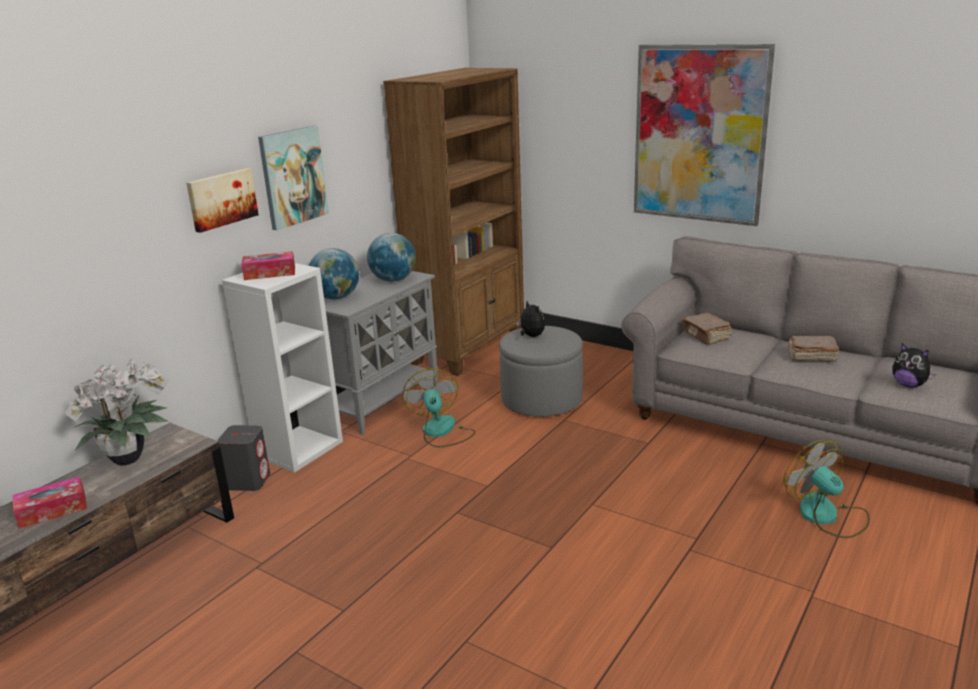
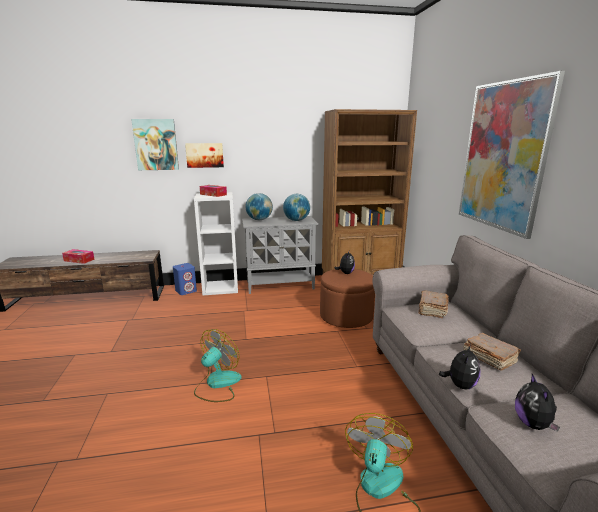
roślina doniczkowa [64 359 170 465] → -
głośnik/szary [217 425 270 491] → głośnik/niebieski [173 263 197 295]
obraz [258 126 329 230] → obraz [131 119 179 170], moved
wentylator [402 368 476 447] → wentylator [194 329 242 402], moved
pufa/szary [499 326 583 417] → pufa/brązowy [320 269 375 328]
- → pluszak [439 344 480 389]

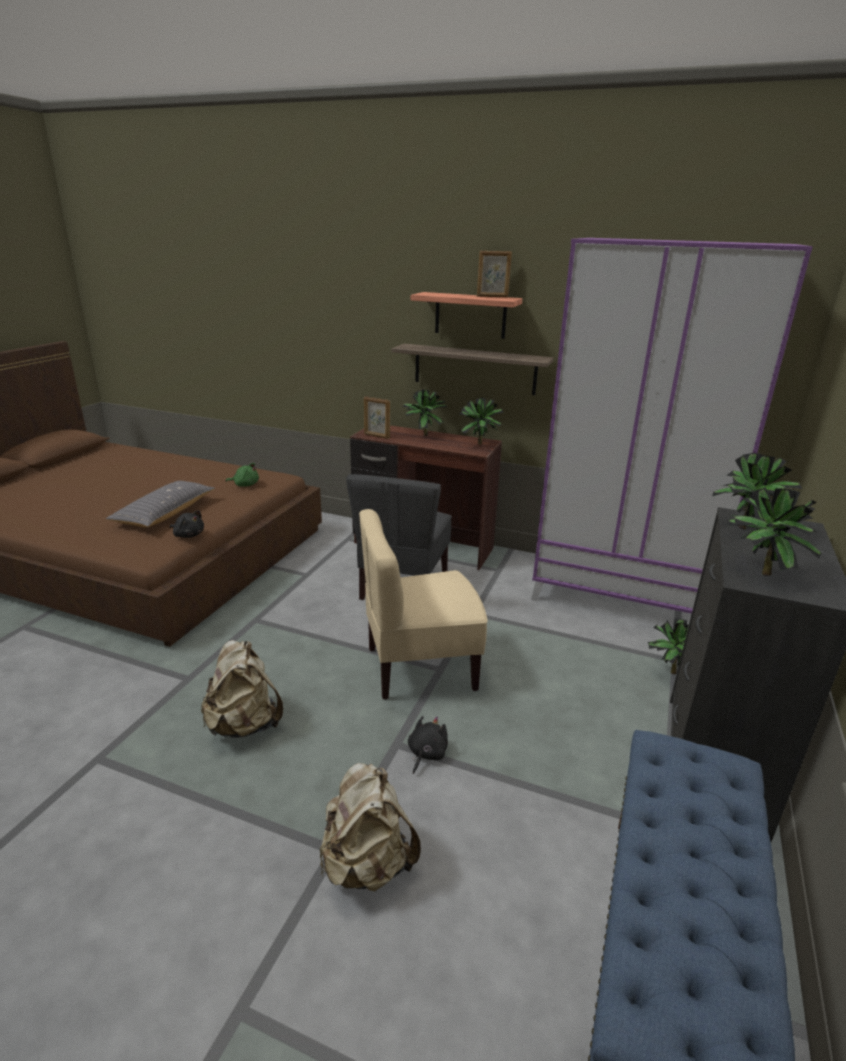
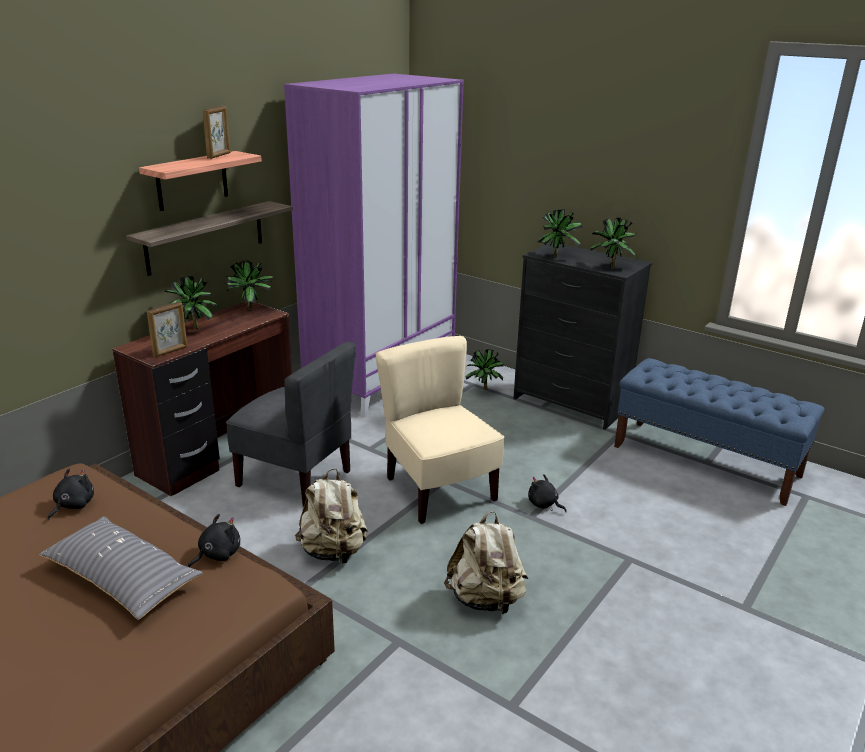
pluszak/zielony [226 463 259 486] → pluszak/czarny [47 469 94 520]
plecak/beżowy [320 763 421 891] → plecak/beżowy [295 468 368 565], moved
krzesło/beżowy [359 509 488 700] → krzesło/beżowy [376 336 504 524], 150 degrees clockwise

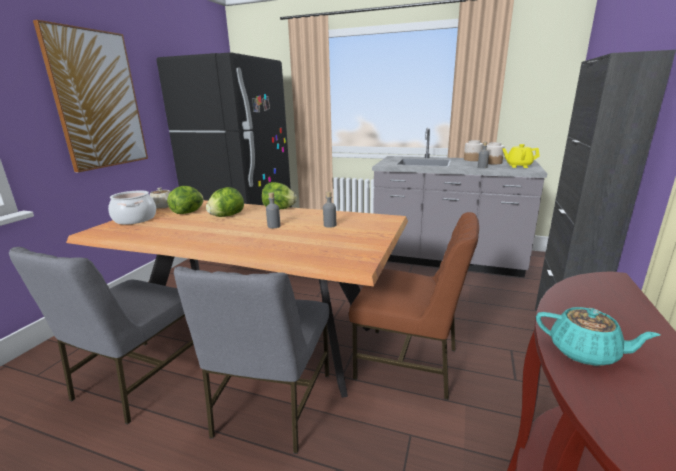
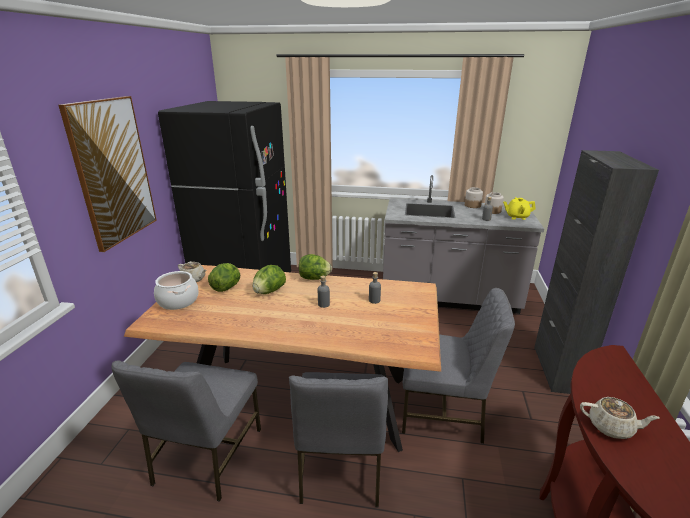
krzesło/brązowy [349 212 479 400] → krzesło/szary [402 288 515 444]
imbryk/turkusowy [536 307 660 366] → imbryk/beżowy [580 397 660 439]

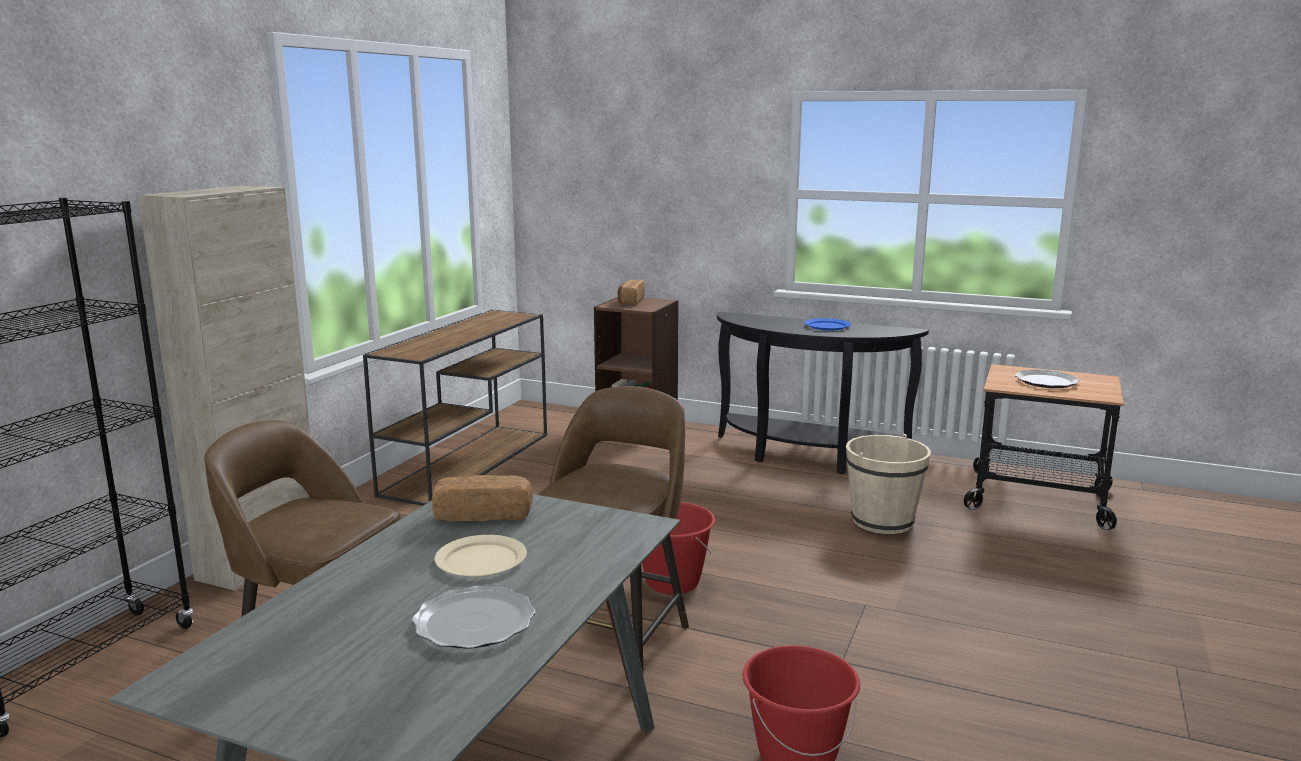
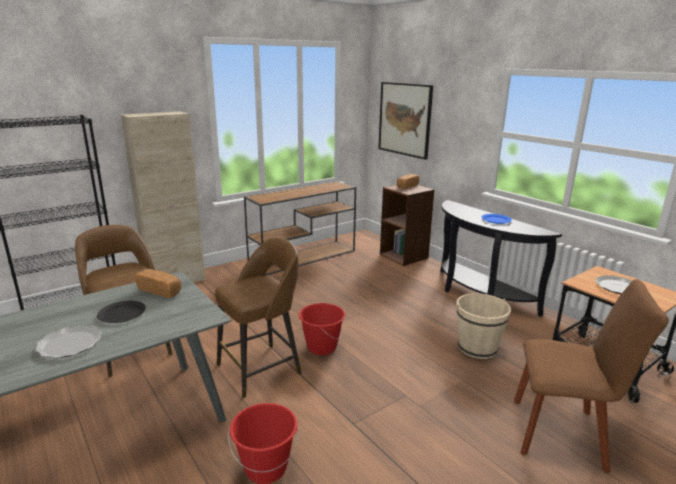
talerz/beżowy [435 535 527 577] → talerz/czarny [97 301 146 323]
- → obraz [378 82 433 160]
- → krzesło/brązowy [514 279 669 474]

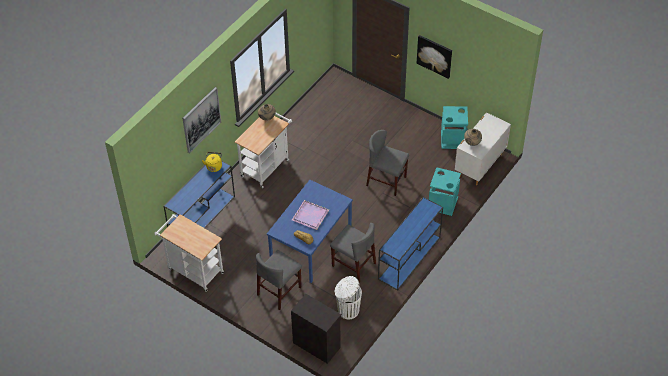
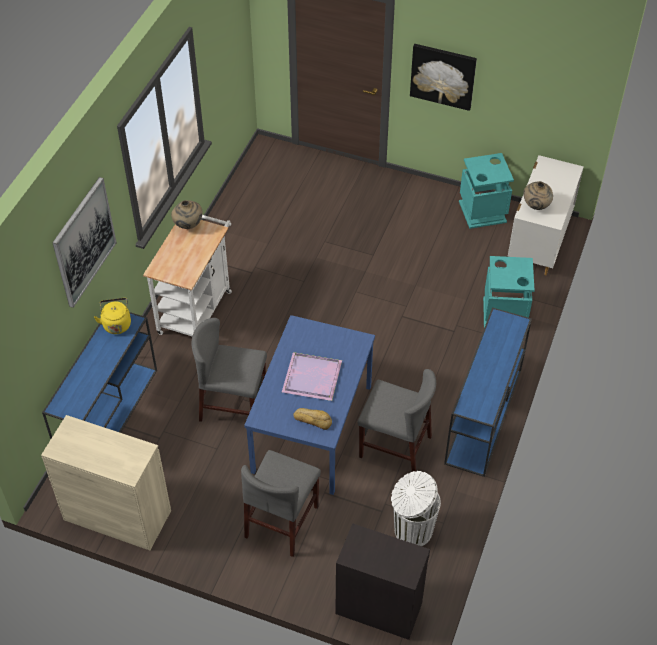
wózek/biały [155 214 224 292] → szafka/beżowy [41 415 171 551]
krzesło/szary [366 130 409 196] → krzesło/szary [192 318 267 422], moved

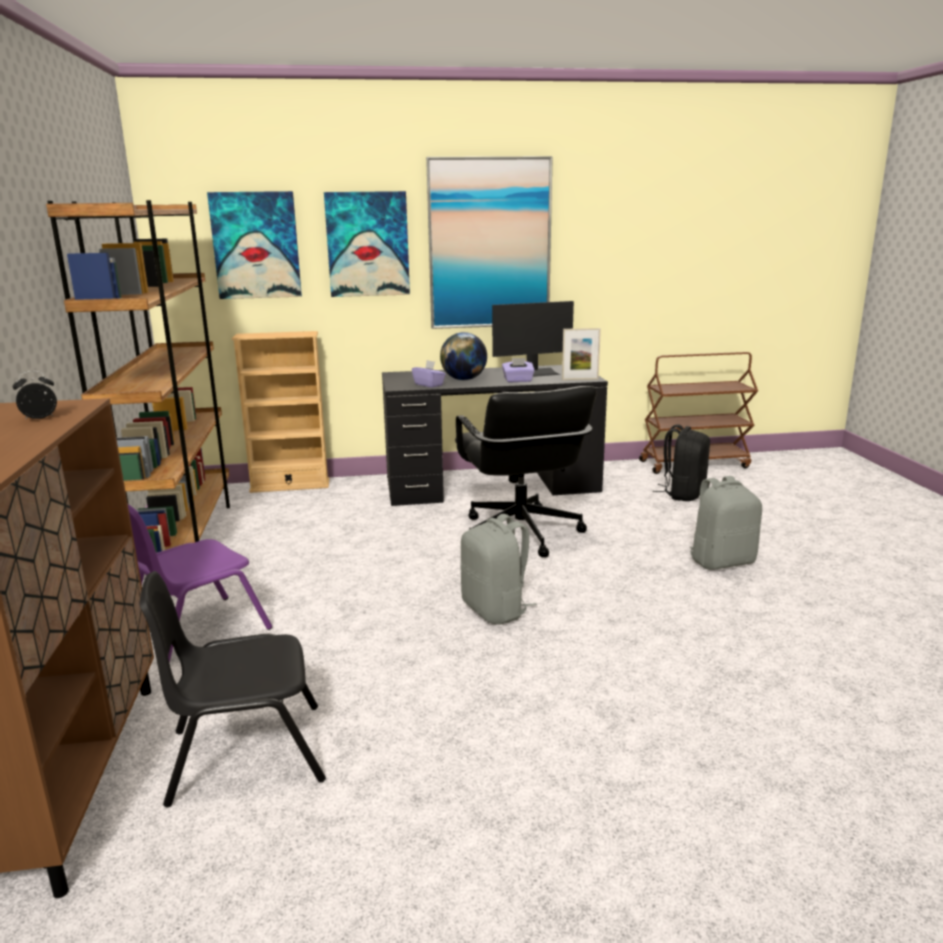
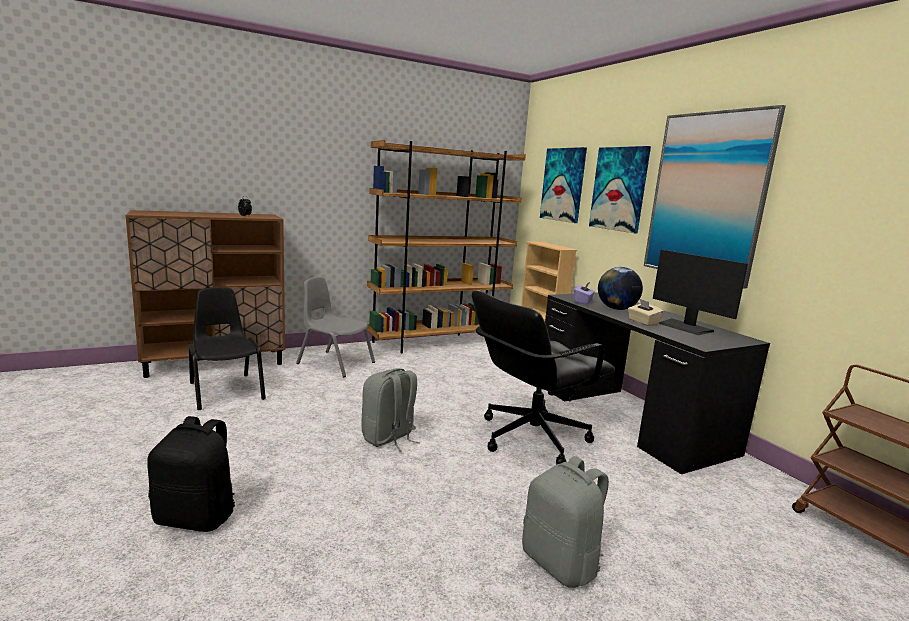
krzesło/fioletowy [128 504 272 663] → krzesło/szary [296 277 375 377]
pudełko chusteczek/fioletowy [502 358 535 382] → pudełko chusteczek/beżowy [628 299 663 326]
ramka na zdjęcie [562 328 601 380] → -
plecak/czarny [653 424 710 501] → plecak/czarny [147 416 235 532], moved

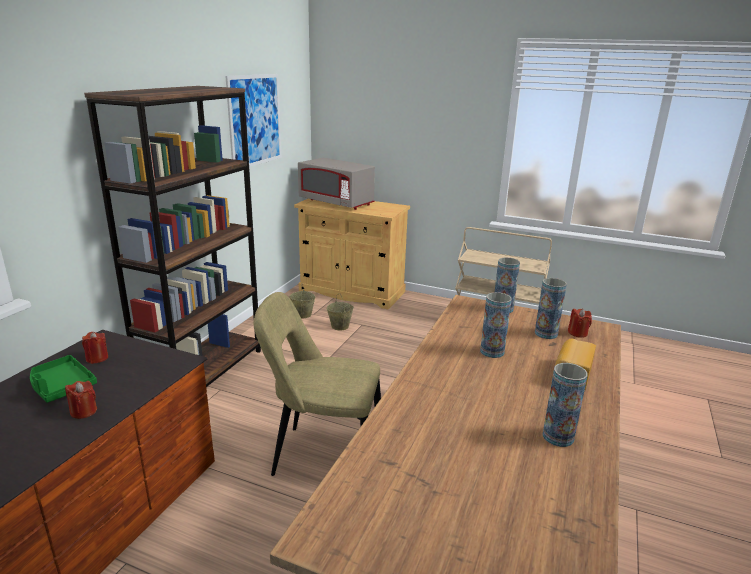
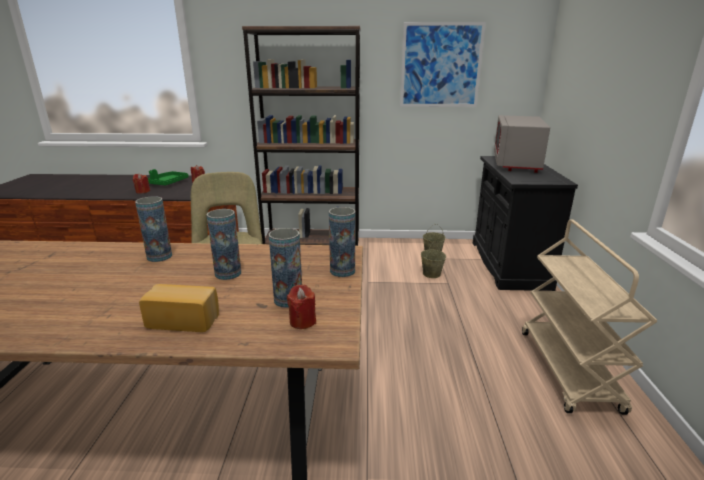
szafka/beżowy [294 199 410 310] → szafka/czarny [473 156 578 291]
wazon [542 363 588 447] → wazon [135 196 172 262], moved

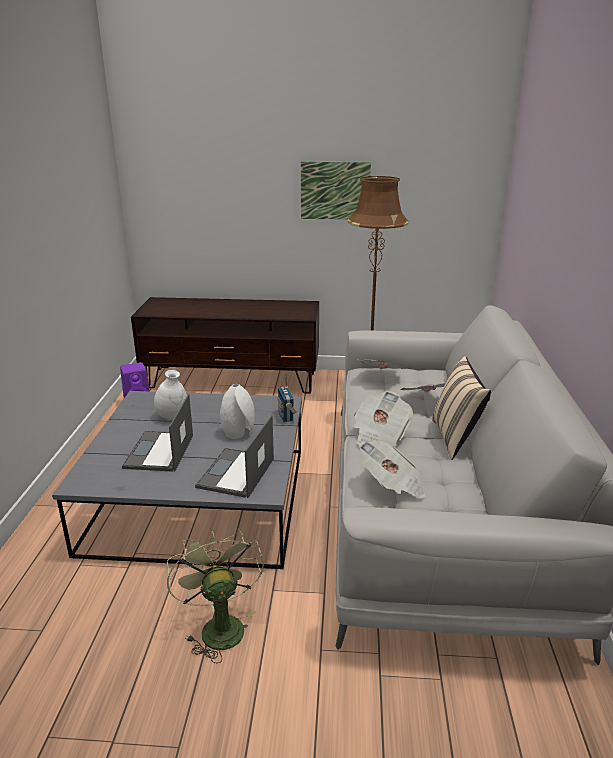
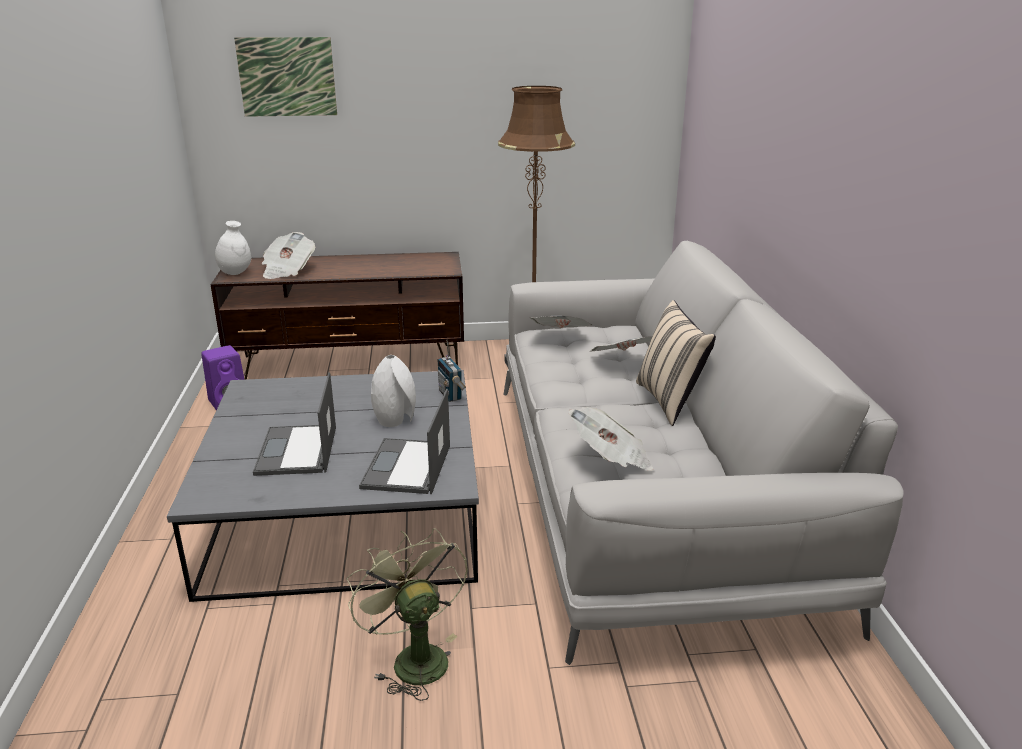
wazon/biały [154 370 187 420] → wazon/biały [215 221 251 275], moved
obraz [301 162 371 220] → obraz [234 37 337 117], moved
gazeta [354 391 413 447] → gazeta [262 232 315 279], moved

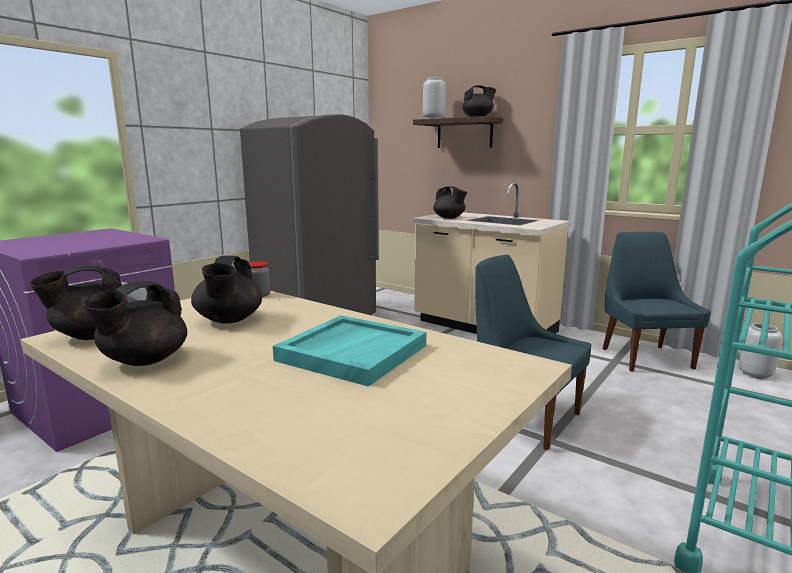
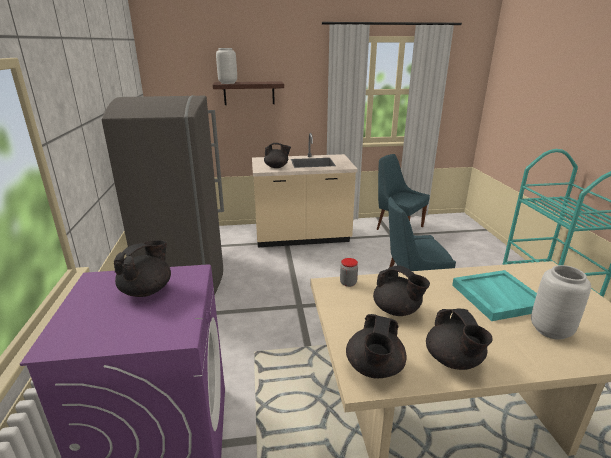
imbryk/czarny [462 85 496 117] → imbryk/czarny [114 240 171 297], moved
wazon/szary [739 323 782 379] → wazon/szary [531 265 591 340], moved

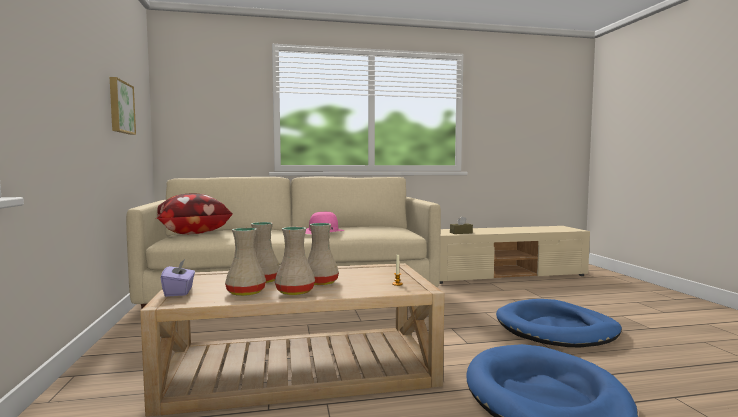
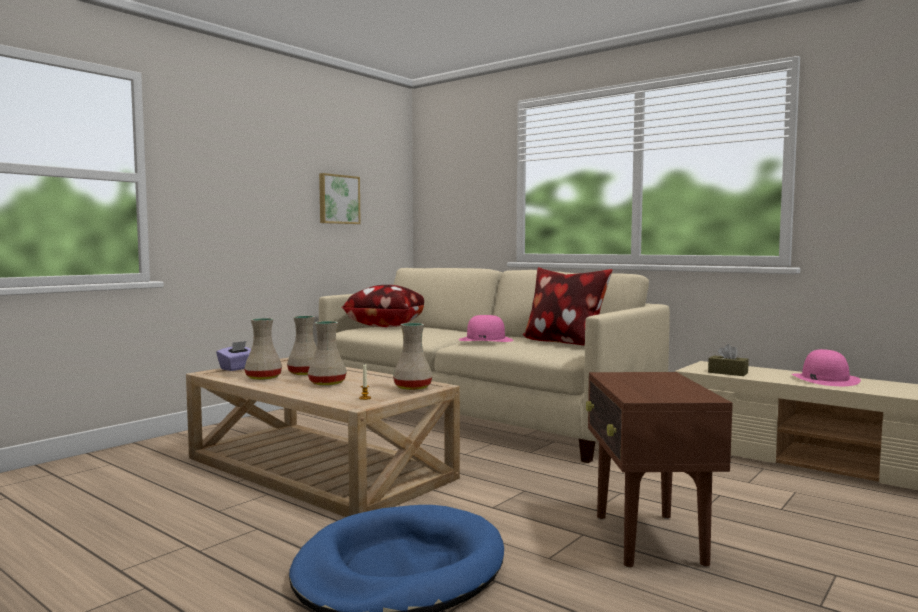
wazon/beżowy [275 227 315 295] → wazon/beżowy [393 323 433 390], moved
legowisko/niebieski [496 299 622 347] → stolik/brązowy [586 372 733 568]
- → poduszka [522 267 612 346]
- → kapelusz/różowy [792 349 861 386]

